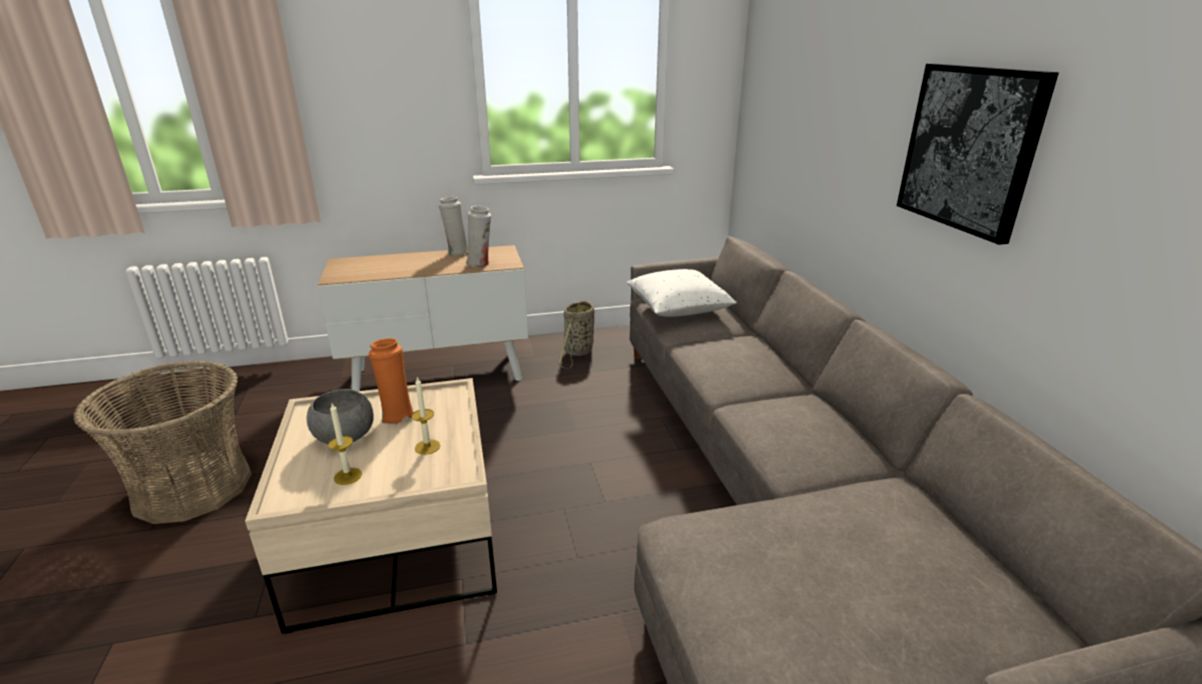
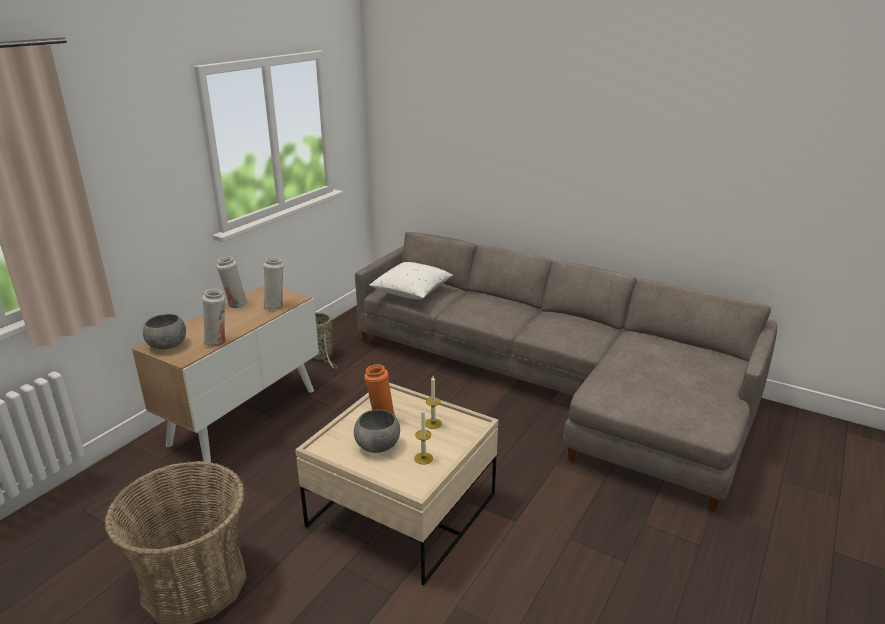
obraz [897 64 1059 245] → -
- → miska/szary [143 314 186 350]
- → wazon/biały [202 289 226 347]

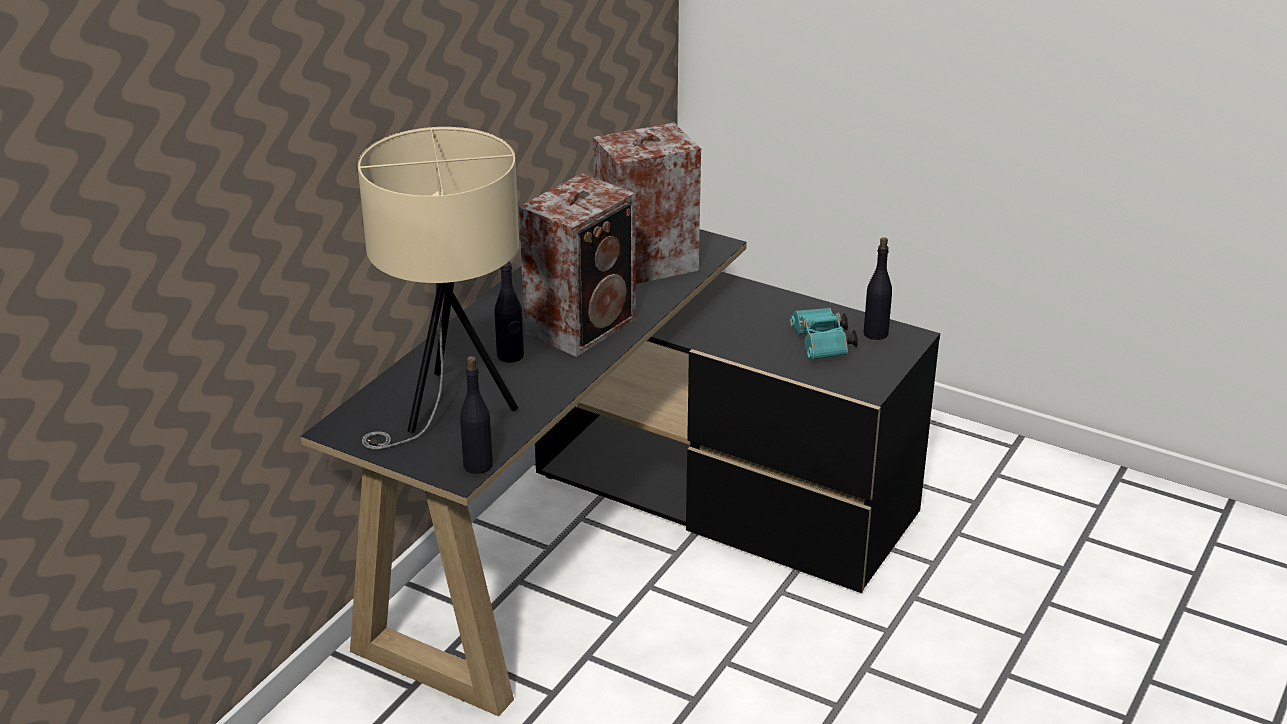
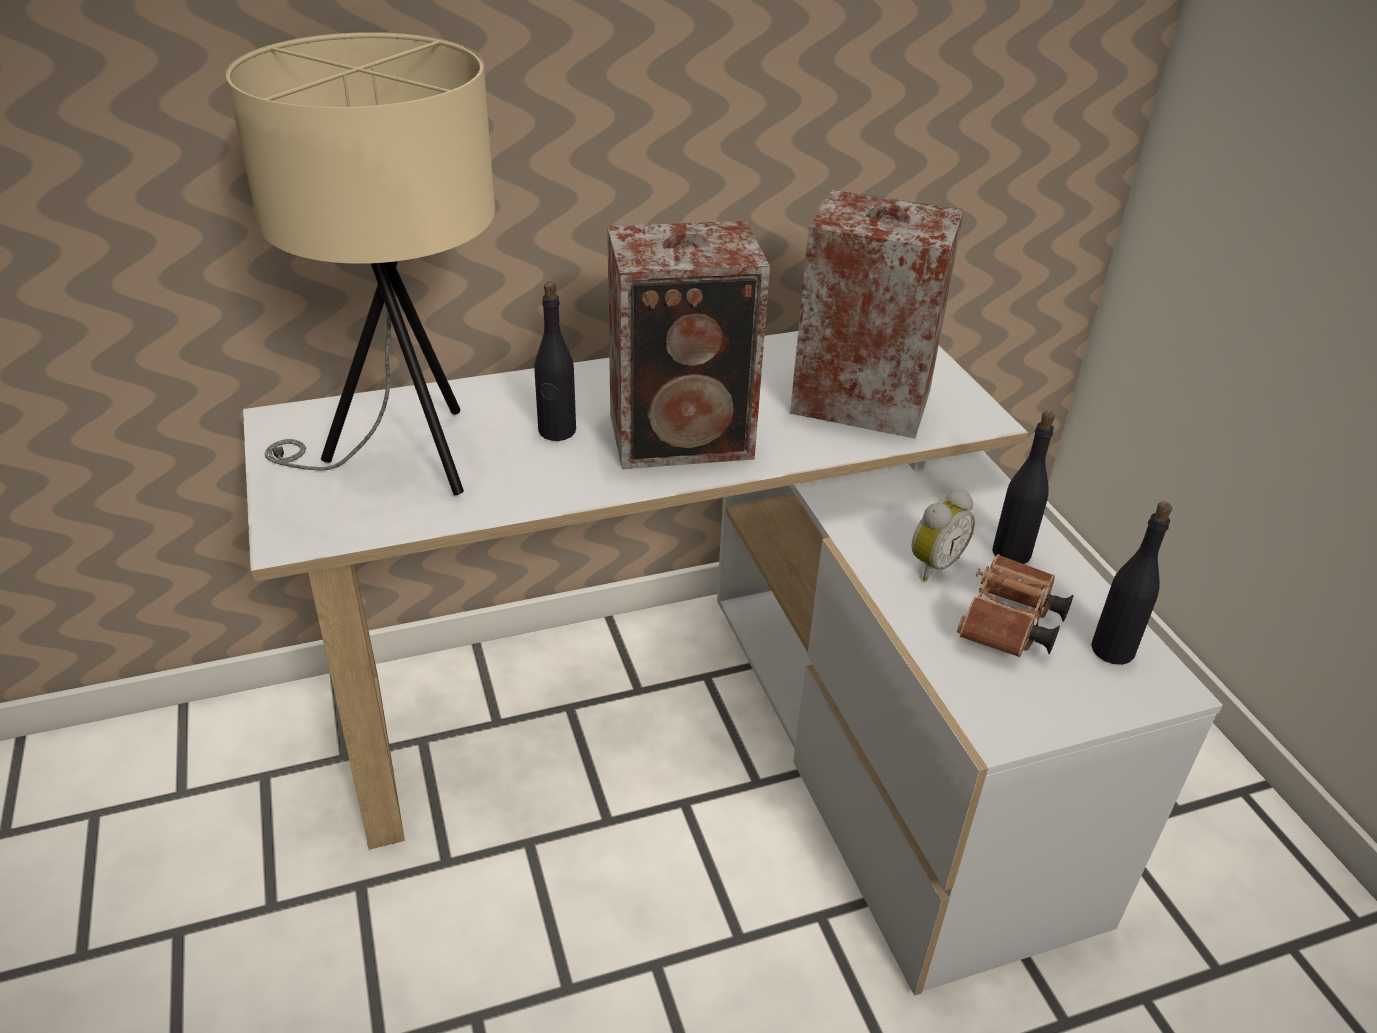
biurko/czarny [301 229 940 717] → biurko/biały [243 331 1223 996]
butelka/czarny [460 356 493 474] → butelka/czarny [992 411 1055 564], moved
lornetka/turkusowy [790 308 858 360] → lornetka/brązowy [957 554 1074 658]
- → budzik [912 490 975 581]

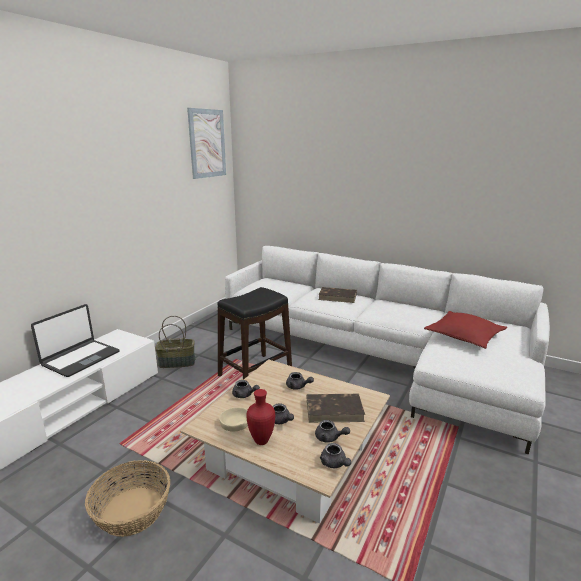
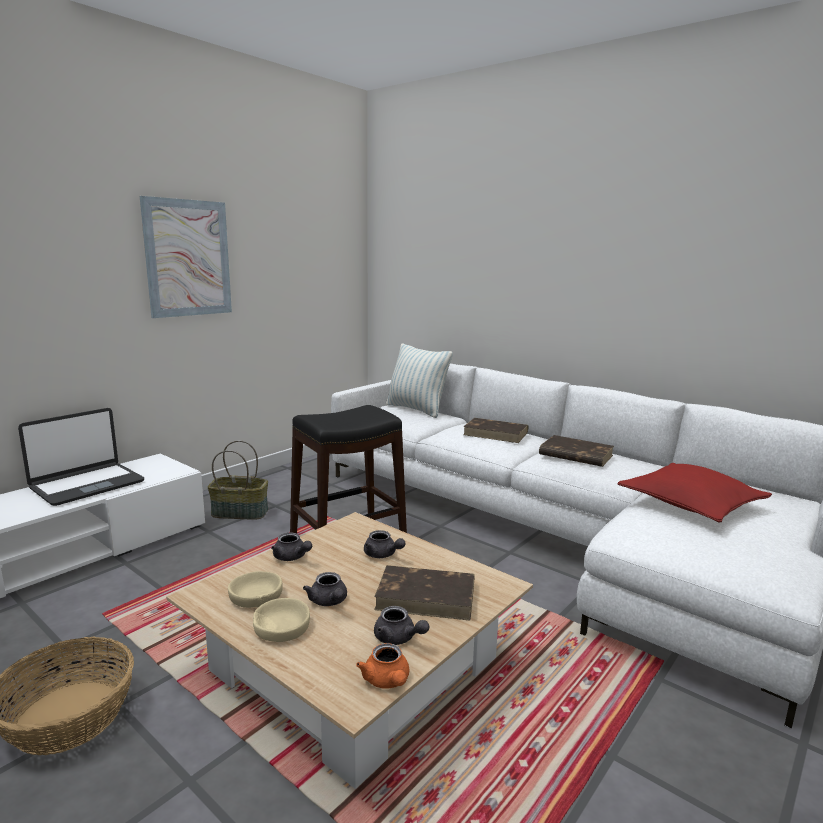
obraz [187 108 226 179] → obraz [140 196 232 318], moved
wazon/czerwony [247 389 275 445] → miska/beżowy [253 598 310 642]
imbryk/szary [320 443 351 468] → imbryk/pomarańczowy [356 643 409 688]
- → poduszka [386 344 453 418]
- → książka/brązowy [539 435 614 467]

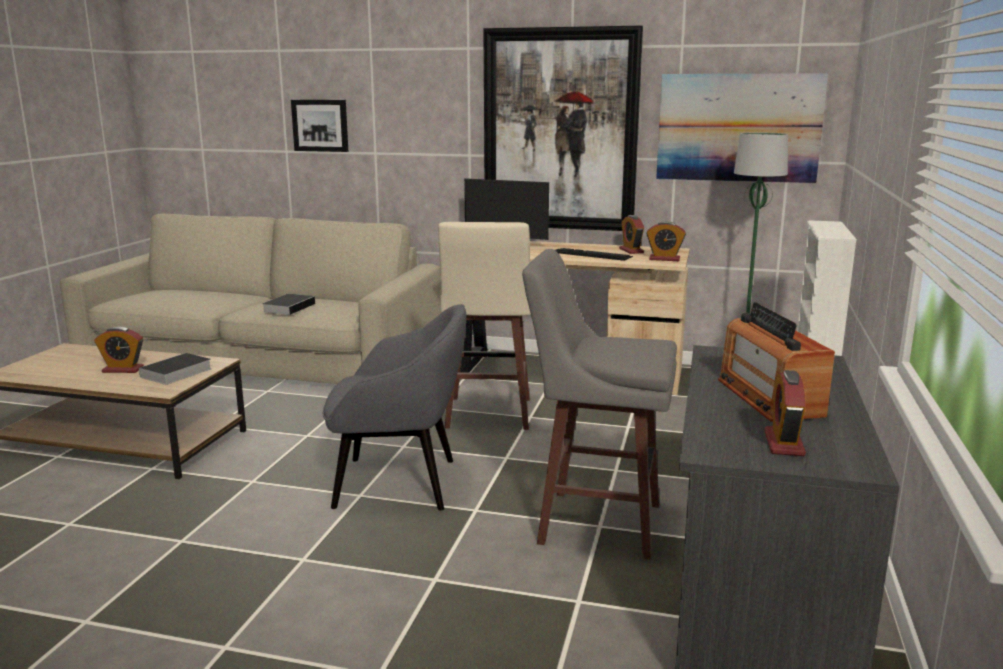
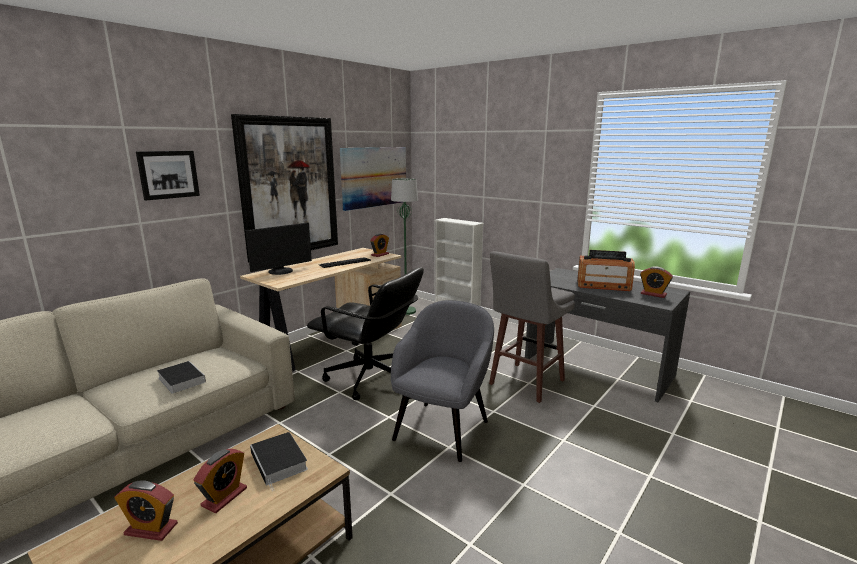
obraz [291 100 348 152] → obraz [136 151 200 200], moved
stołek/beżowy [438 222 531 430] → krzesło biurowe/czarny [307 267 424 400]
budzik [619 215 644 254] → budzik [114 480 178 541], moved

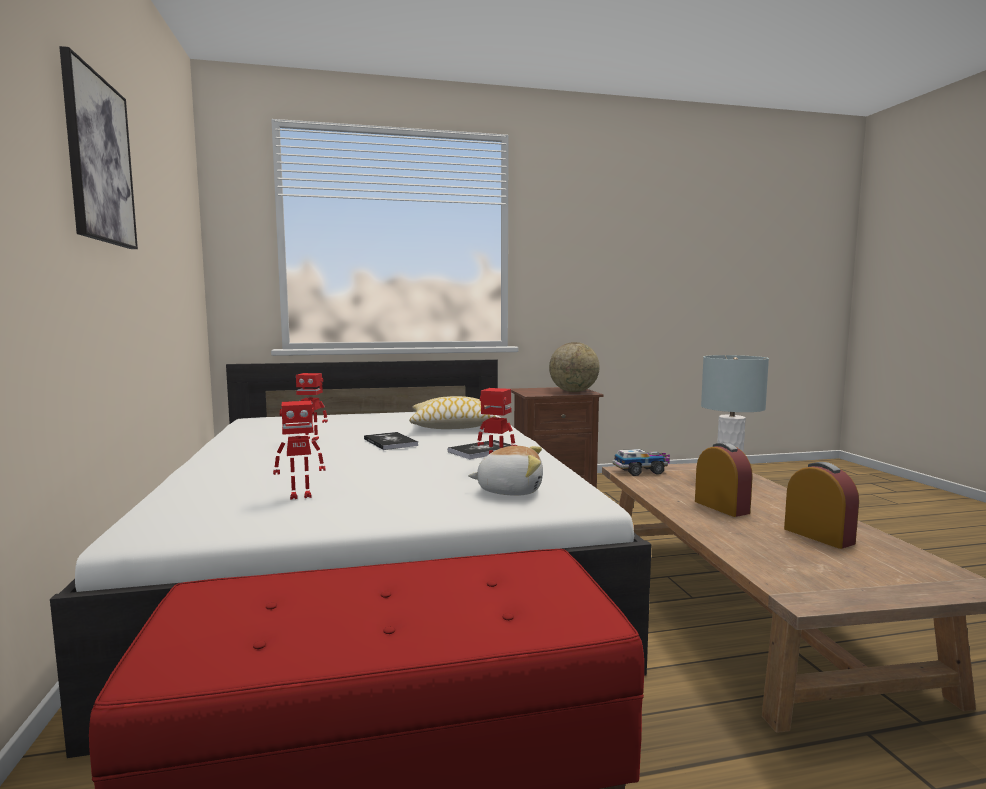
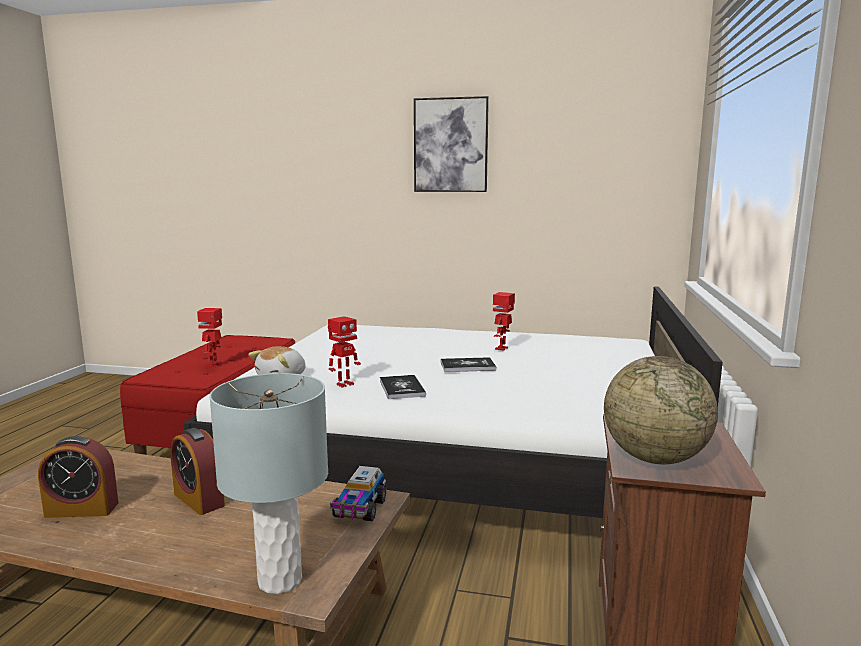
robot zabawkowy [273 401 326 500] → robot zabawkowy [197 308 222 367], moved
poduszka [409 396 496 429] → -
budzik [695 442 753 517] → budzik [170 428 225 515], 45 degrees clockwise

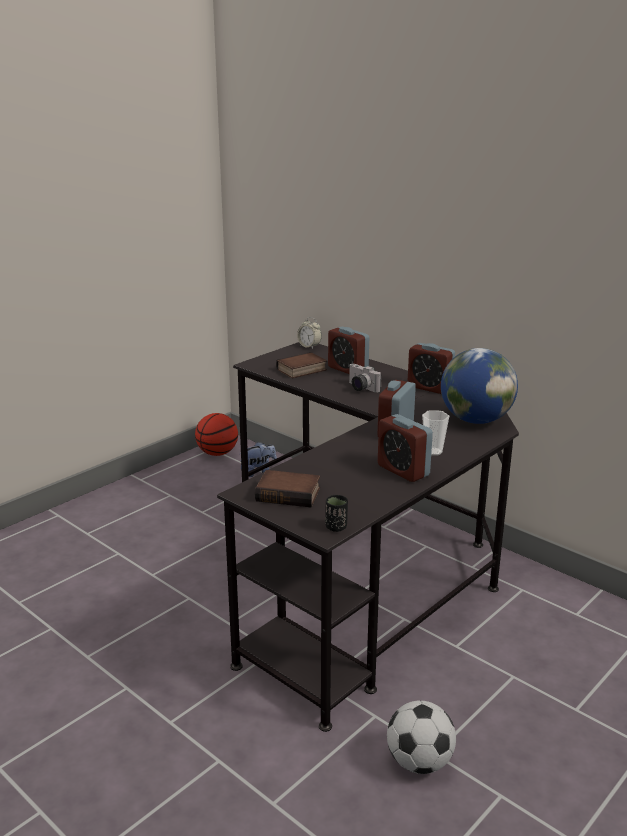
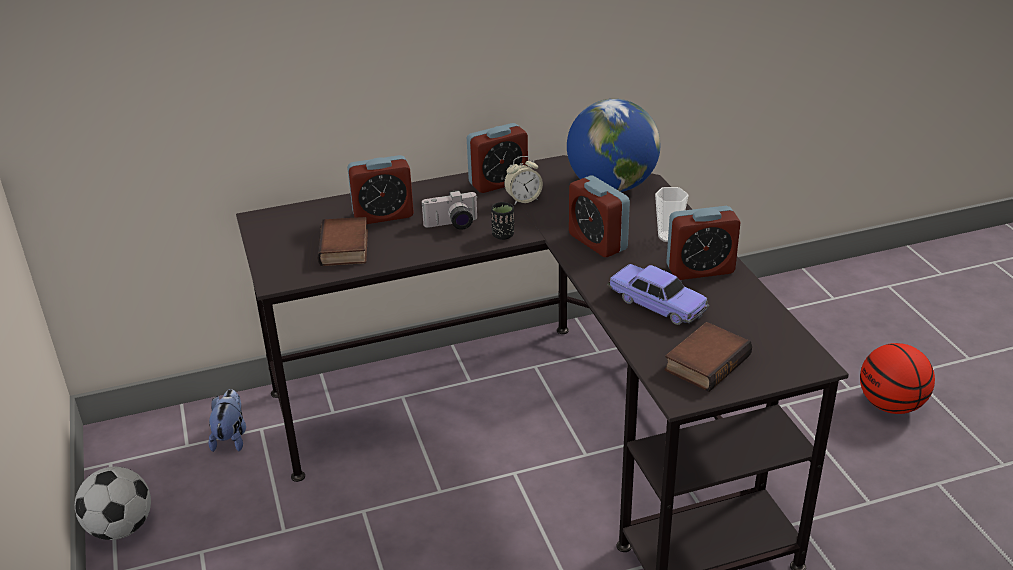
piłka do koszykówki [195 413 238 456] → piłka do koszykówki [860 343 935 414], moved
budzik [297 317 322 349] → budzik [504 156 543 205], moved
filiżanka/czarny [325 495 348 532] → filiżanka/czarny [491 202 514 240], moved
piłka futbolowa [387 701 456 774] → piłka futbolowa [75 467 151 540], moved
- → samochodzik [607 264 709 325]

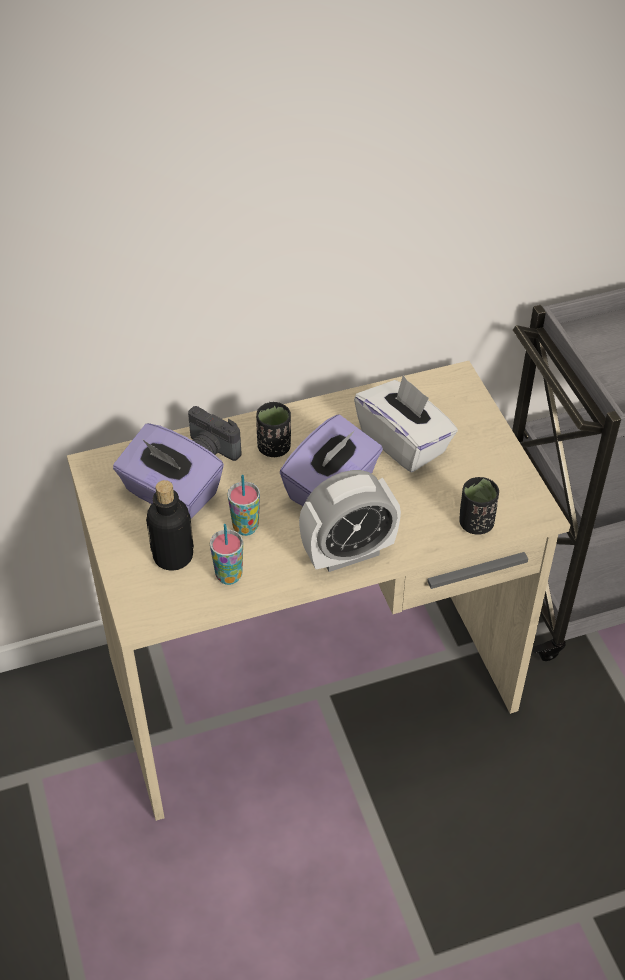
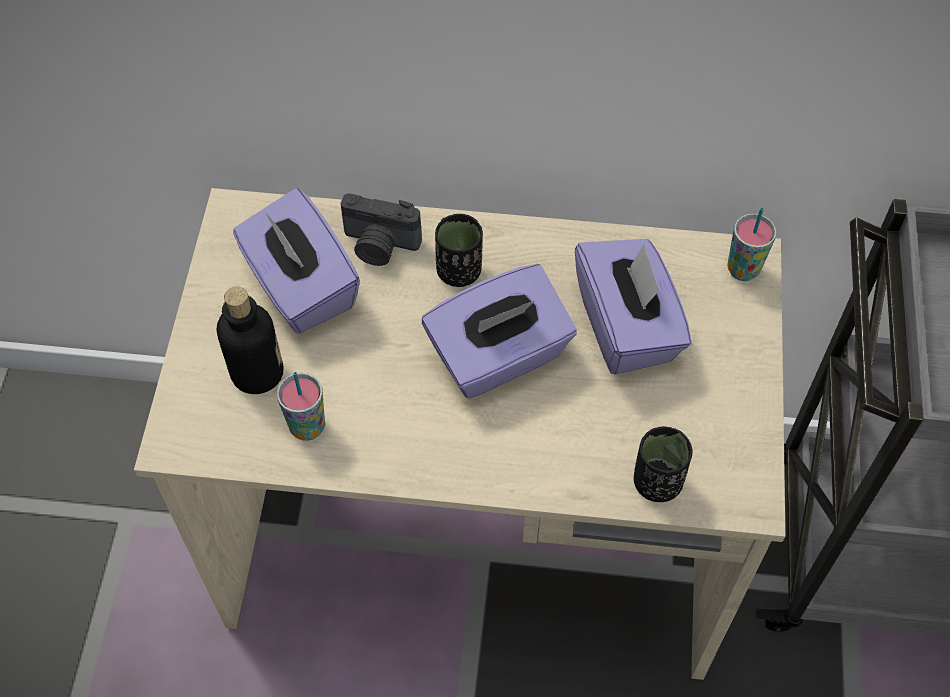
aparat fotograficzny [188 406 241 461] → aparat fotograficzny [340 193 422 266], 45 degrees counterclockwise
filiżanka [227 475 260 536] → filiżanka [727 208 777 281], moved
budzik [299 470 401 572] → -
pudełko chusteczek/biały [354 375 458 473] → pudełko chusteczek/fioletowy [575 239 692 374]

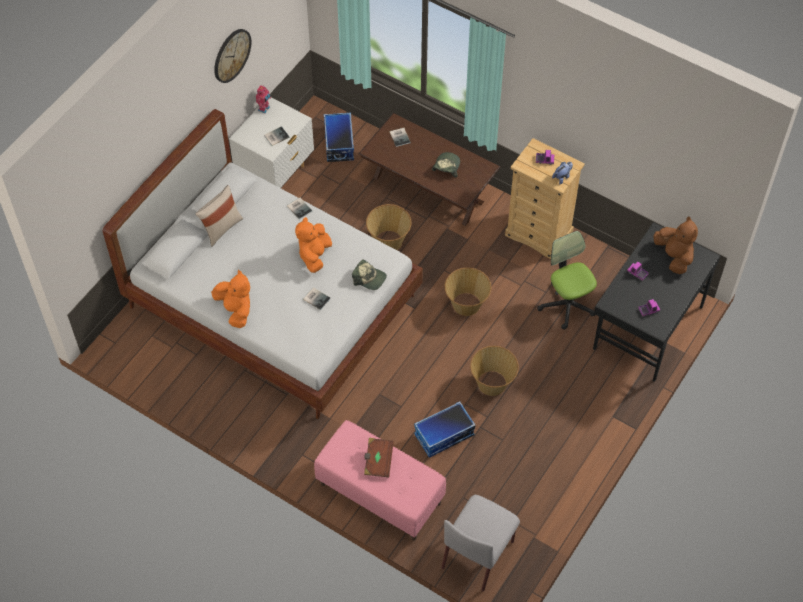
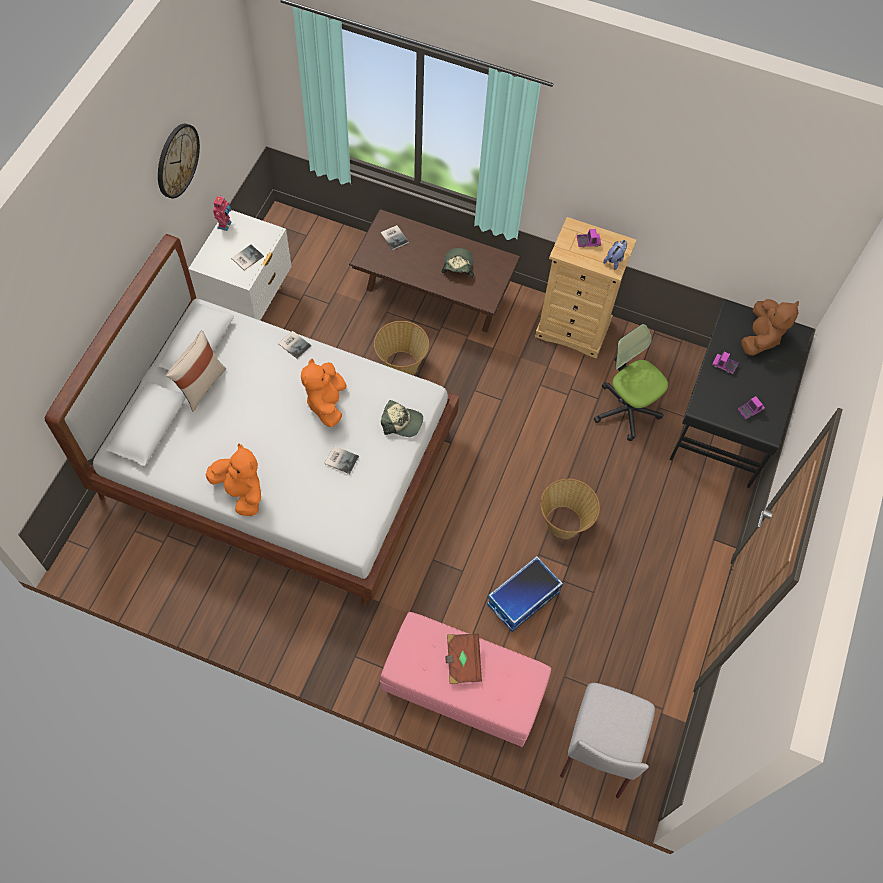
pojemnik do przechowywania [324 113 354 162] → -
koszyk [445 268 491 316] → -
pluszak/brązowy [654 216 698 274] → pluszak/brązowy [741 299 799 355], 60 degrees clockwise

